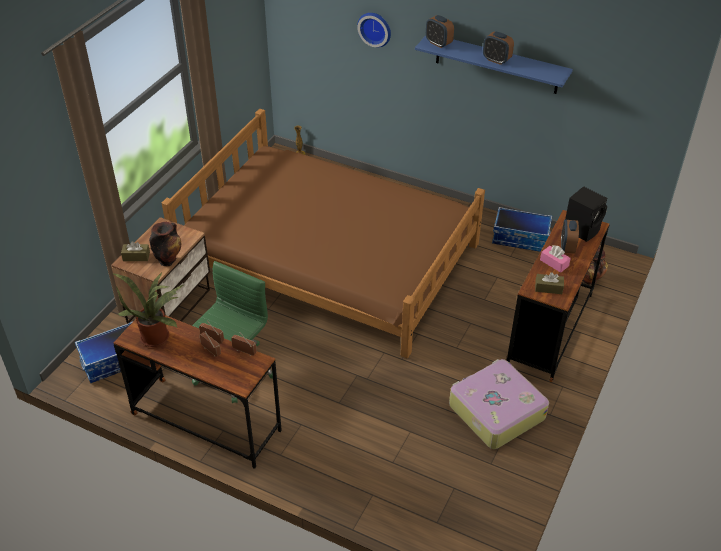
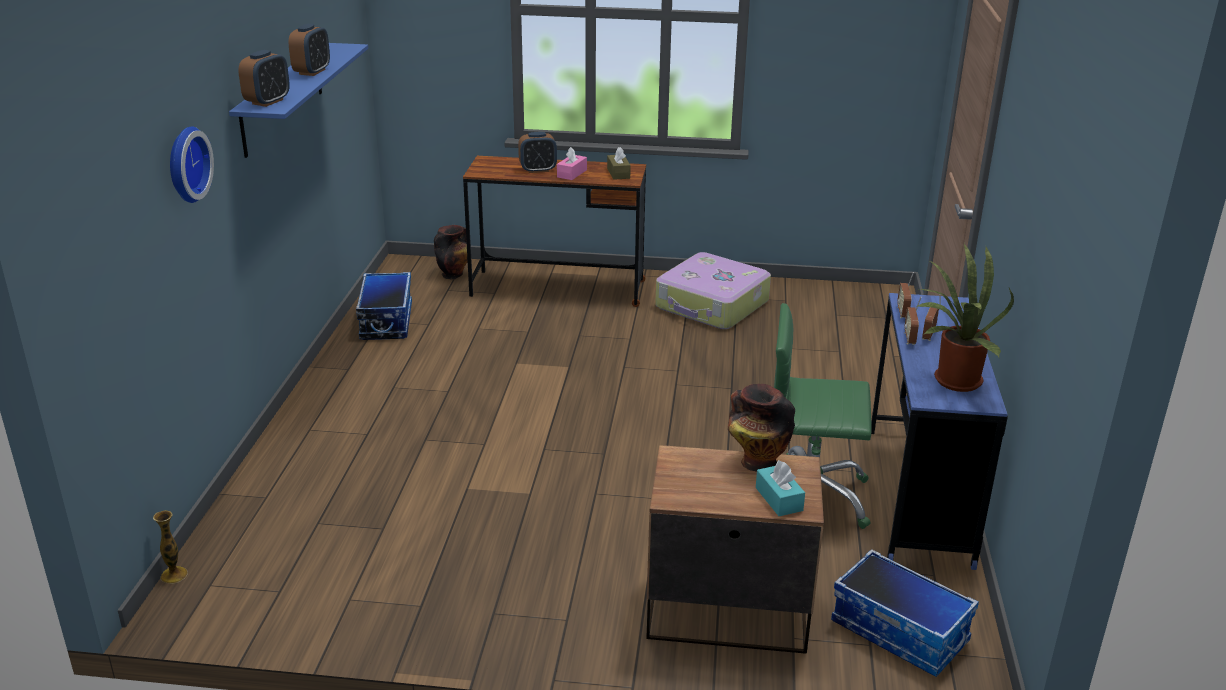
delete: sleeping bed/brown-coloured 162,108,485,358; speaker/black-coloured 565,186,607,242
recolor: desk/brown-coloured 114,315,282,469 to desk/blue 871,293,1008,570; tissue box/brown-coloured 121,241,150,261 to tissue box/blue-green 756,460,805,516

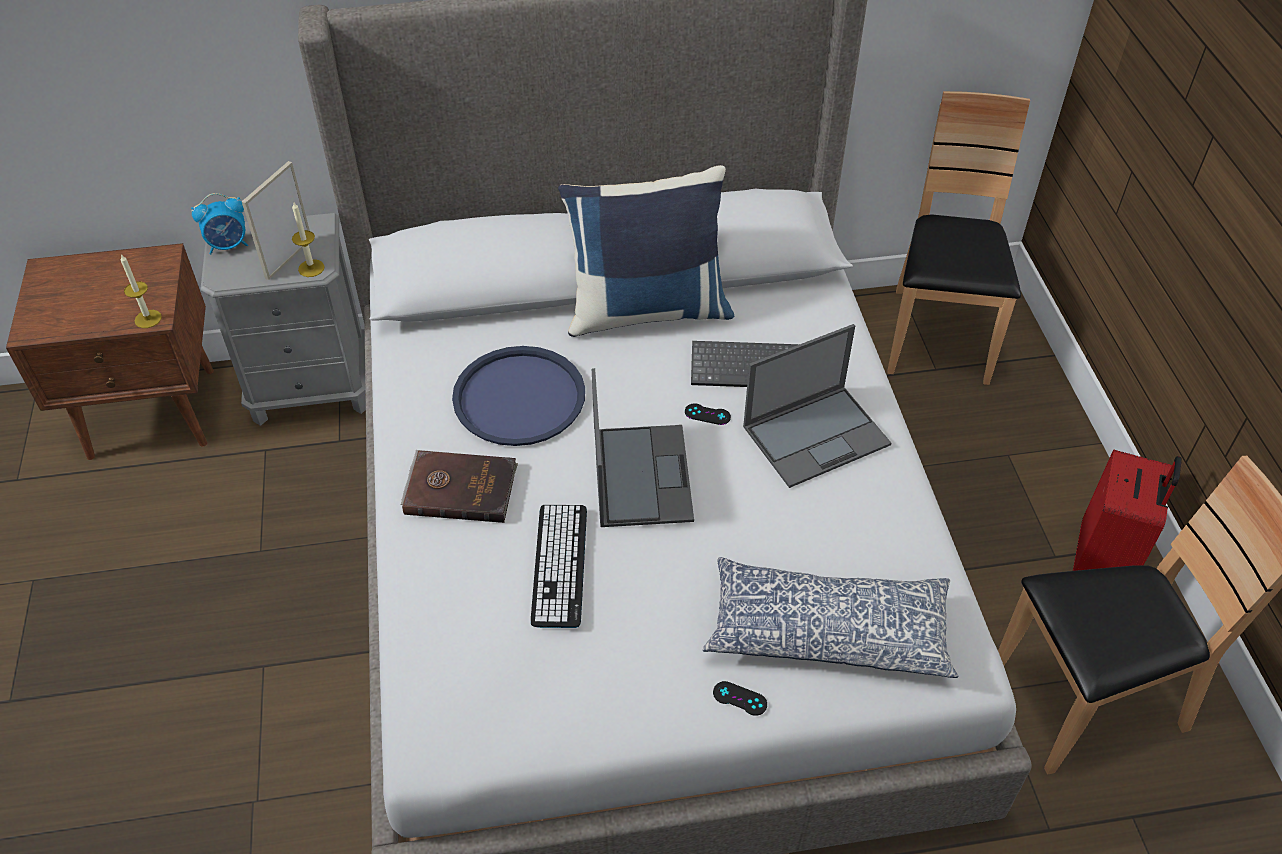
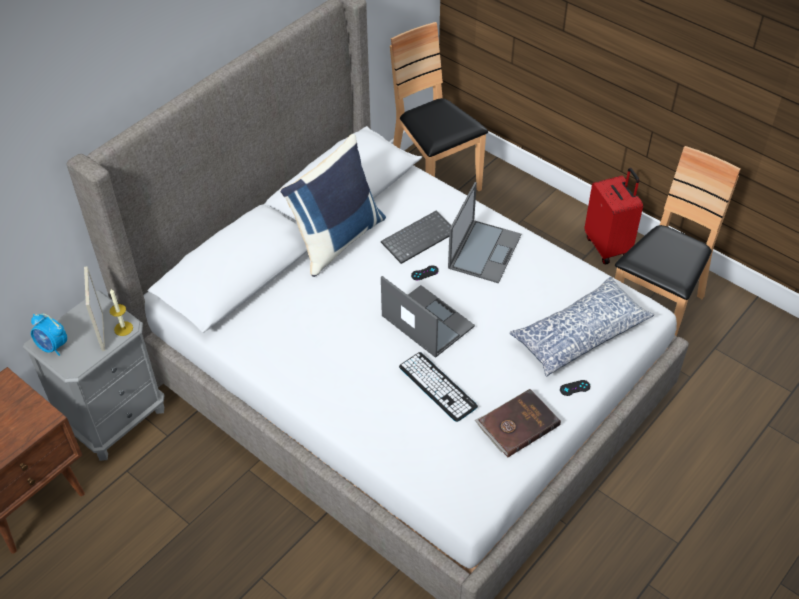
delete: wax candle 120,254,162,328; serving tray/blue 452,346,585,446
move: bound book/brown-coloured 401,450,518,523 to 475,389,561,458
rotate: alarm clock 191,193,248,255 = 31,314,67,356 90 degrees clockwise

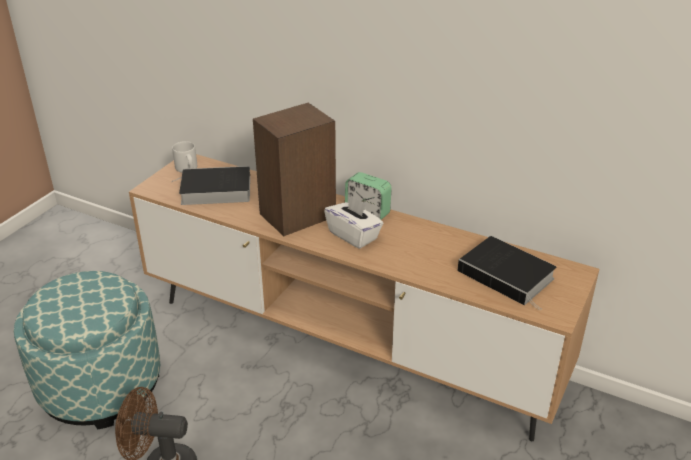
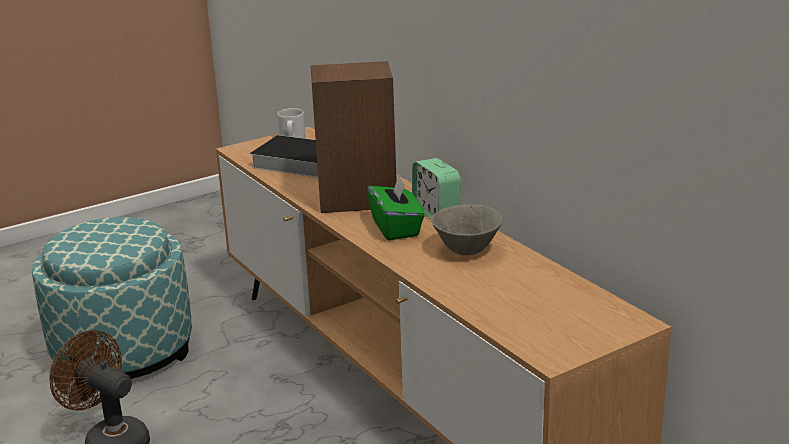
delete: bound book 457,236,557,311
insert: serving bowl/greyish 432,204,503,255
recolor: tissue box/white 324,195,383,249 to tissue box/greenish 367,175,425,240

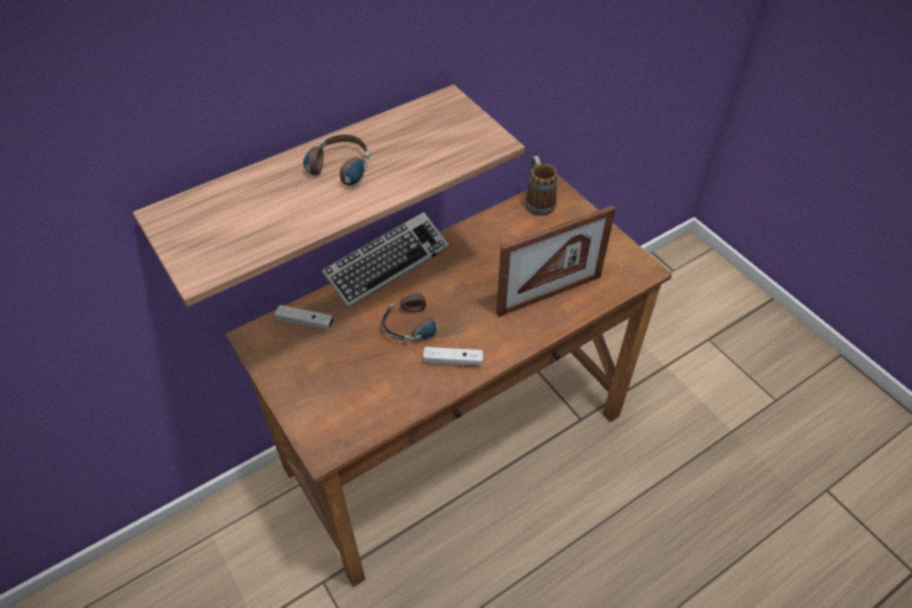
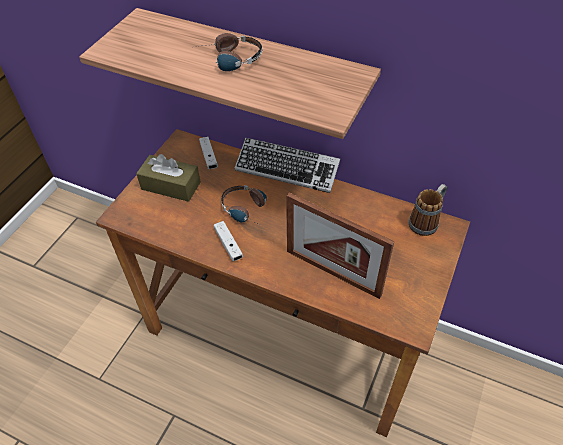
insert: tissue box/brown-coloured 136,154,201,202

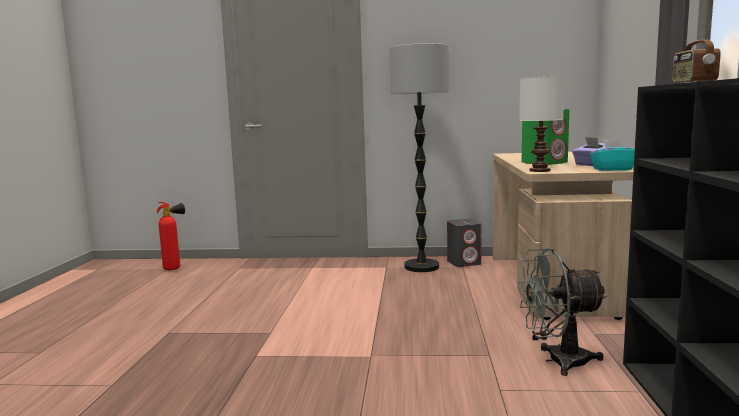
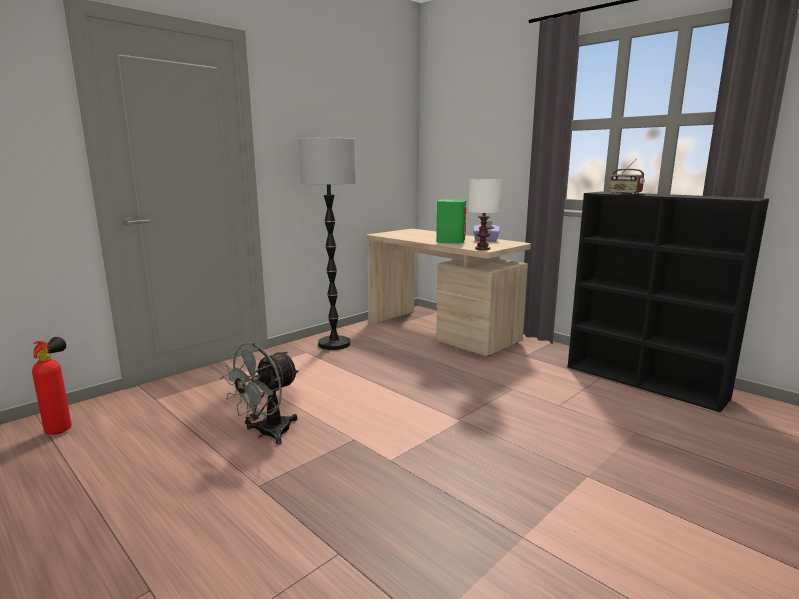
delete: speaker/greyish 447,219,481,267; tissue box/blue-green 590,139,635,171
move: fan/greyish 518,248,608,376 to 220,342,299,445

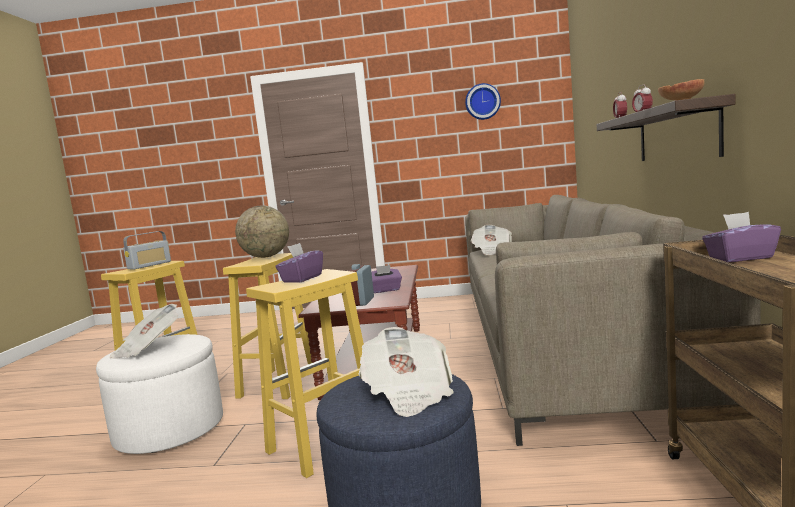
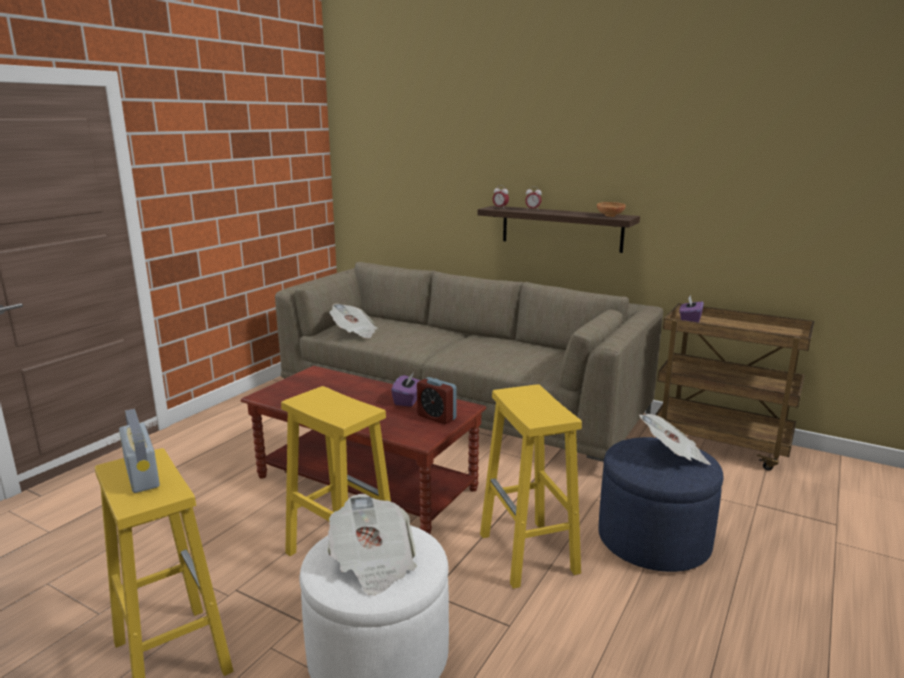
delete: world globe 235,205,289,258; tissue box/purple 276,243,323,283; wall clock 465,83,501,120

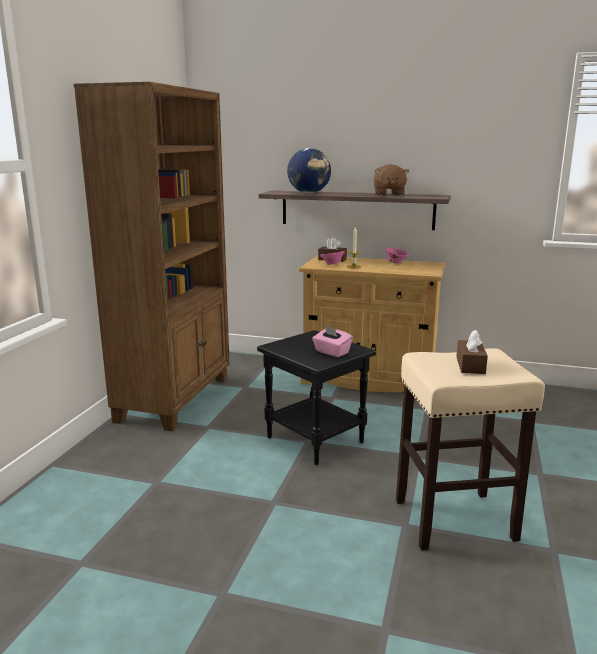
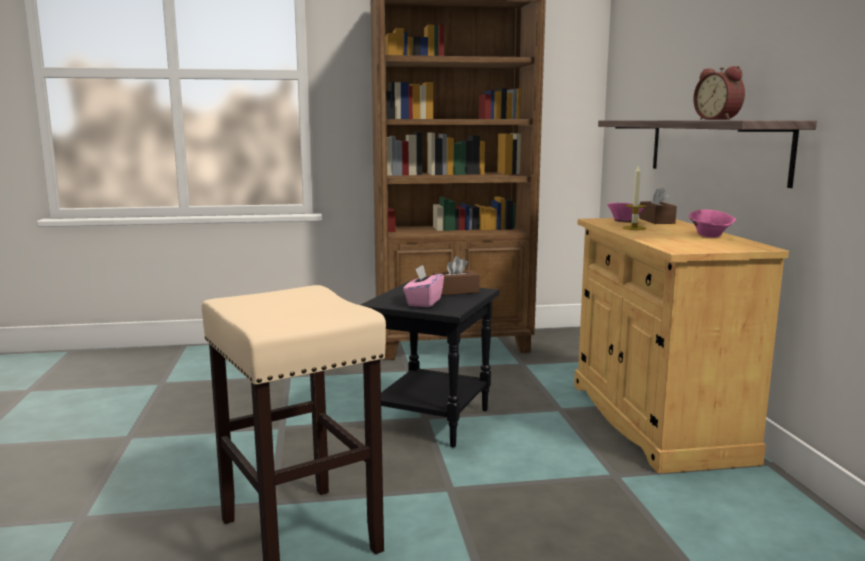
delete: world globe 287,148,331,194
move: tissue box/brown-coloured 456,330,488,374 to 433,256,480,295
replace: cuddly toy/brown-coloured 374,164,409,196 to alarm clock 693,66,745,120

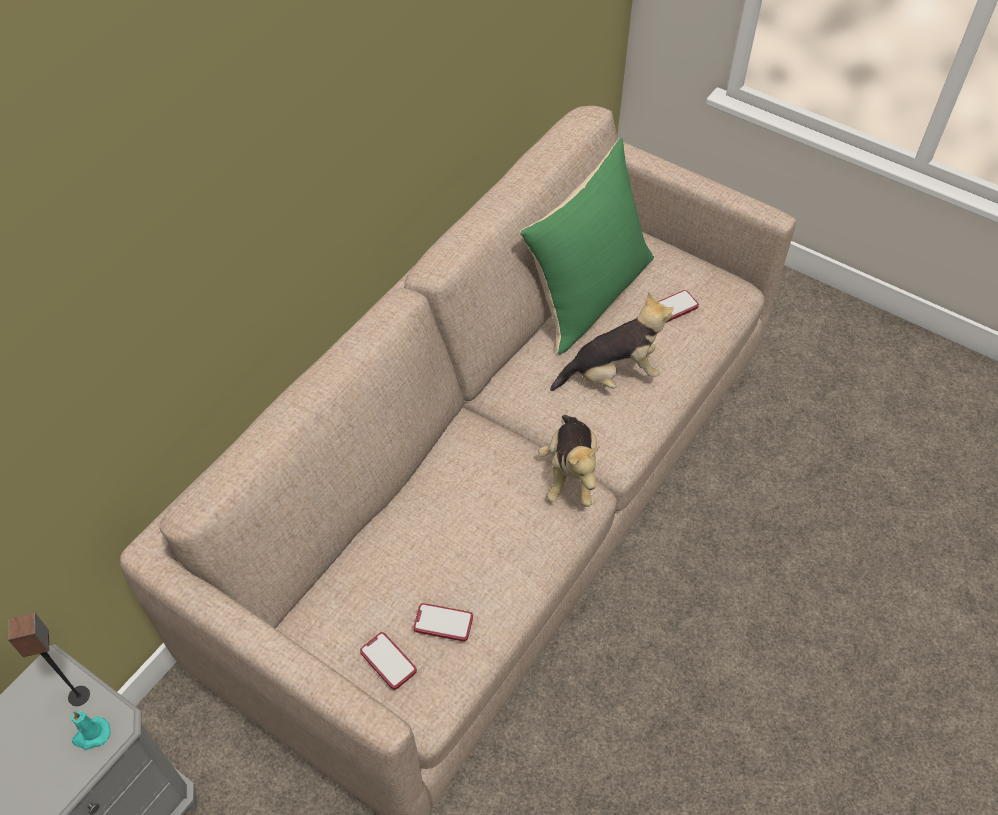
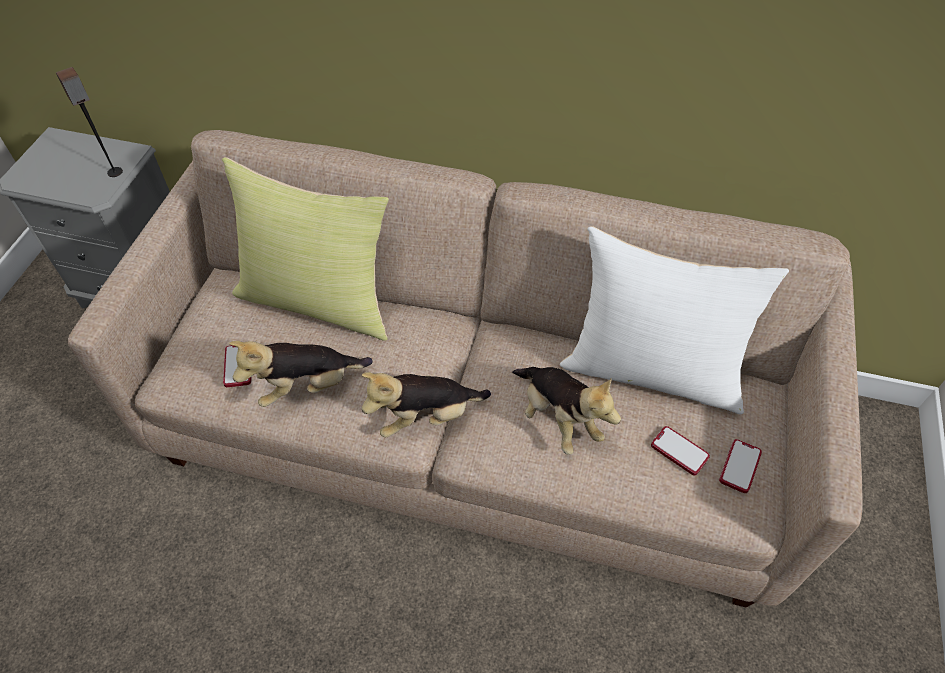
delete: wax candle/blue-green 71,711,110,750
insert: pillow/yellowish 222,157,389,341; cuddly toy 229,341,373,407
move: telephone 360,632,417,690 to 719,439,762,493
recolor: pillow/greenish 520,138,654,354 to pillow/white 560,226,789,415

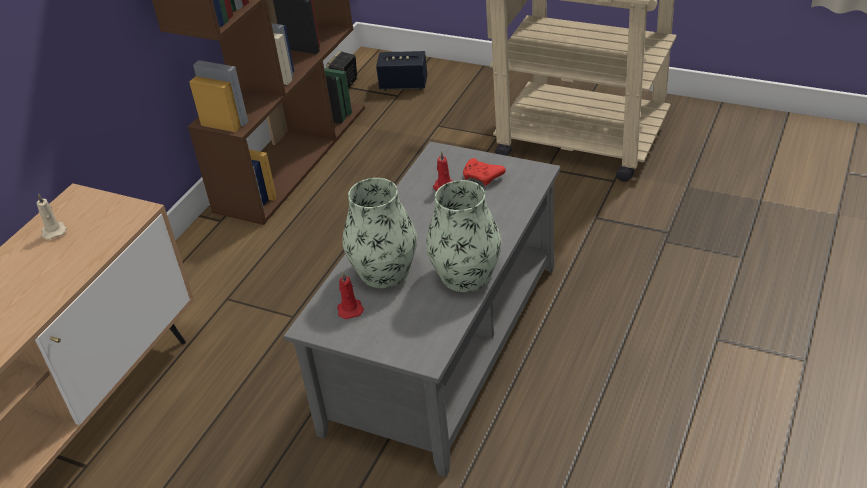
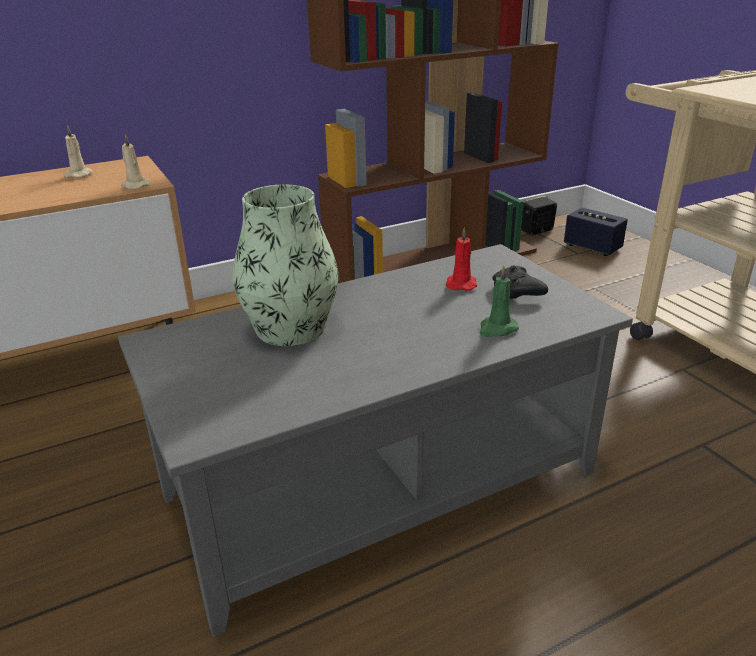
delete: wax candle/red 337,272,364,319; vase 426,180,502,292
insert: wax candle/beige-coloured 121,134,151,189; wax candle/greenish 480,266,519,337
recolor: game controller/red 463,158,506,186 to game controller/black-coloured 492,265,548,299

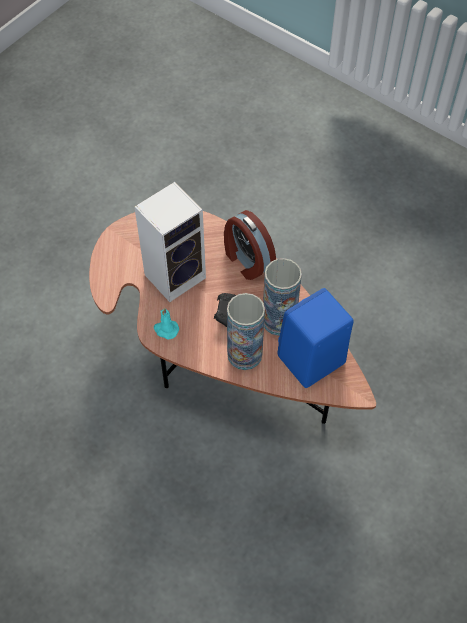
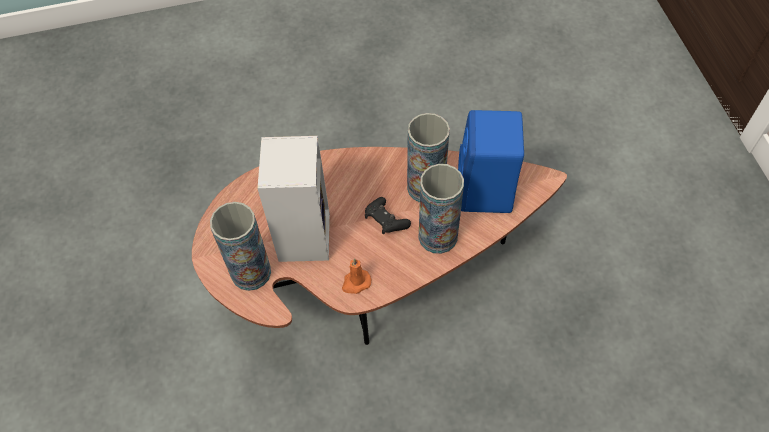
delete: alarm clock 224,210,276,280
insert: vase 210,202,271,291
recolor: wax candle/blue-green 154,308,179,340 to wax candle/orange-coloured 342,258,371,294

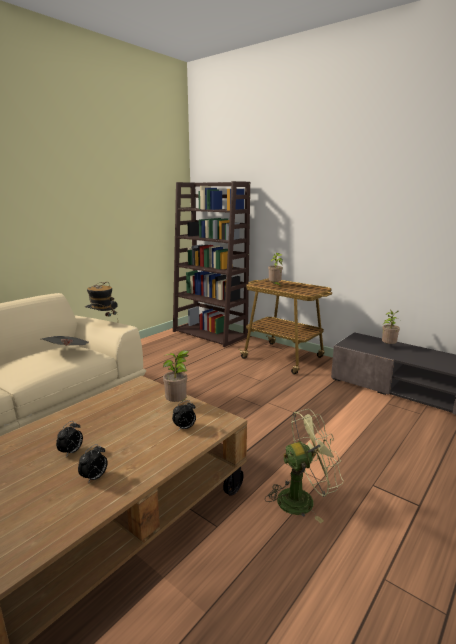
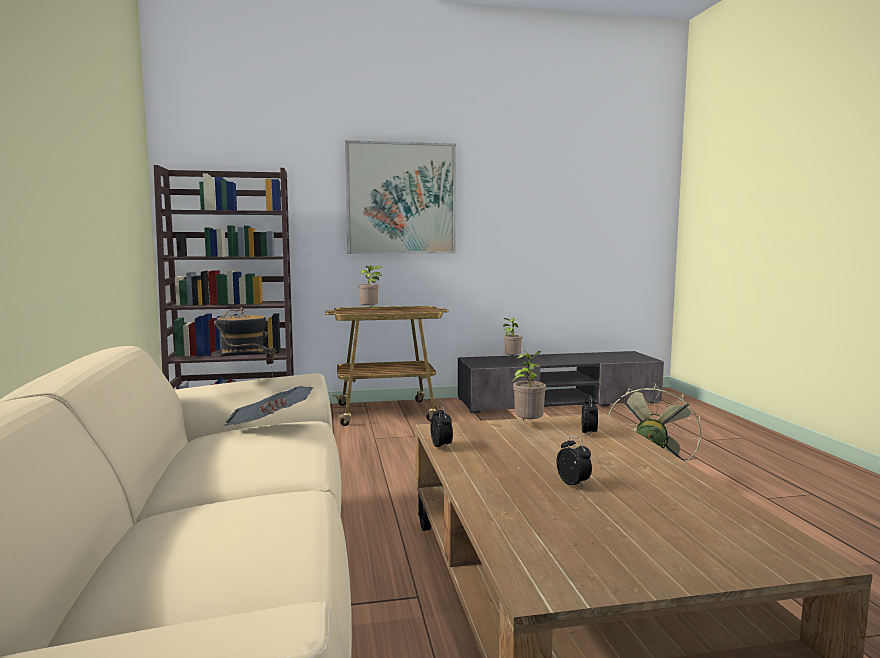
insert: wall art 345,140,456,254
move: alarm clock 78,444,108,484 to 431,405,453,448

